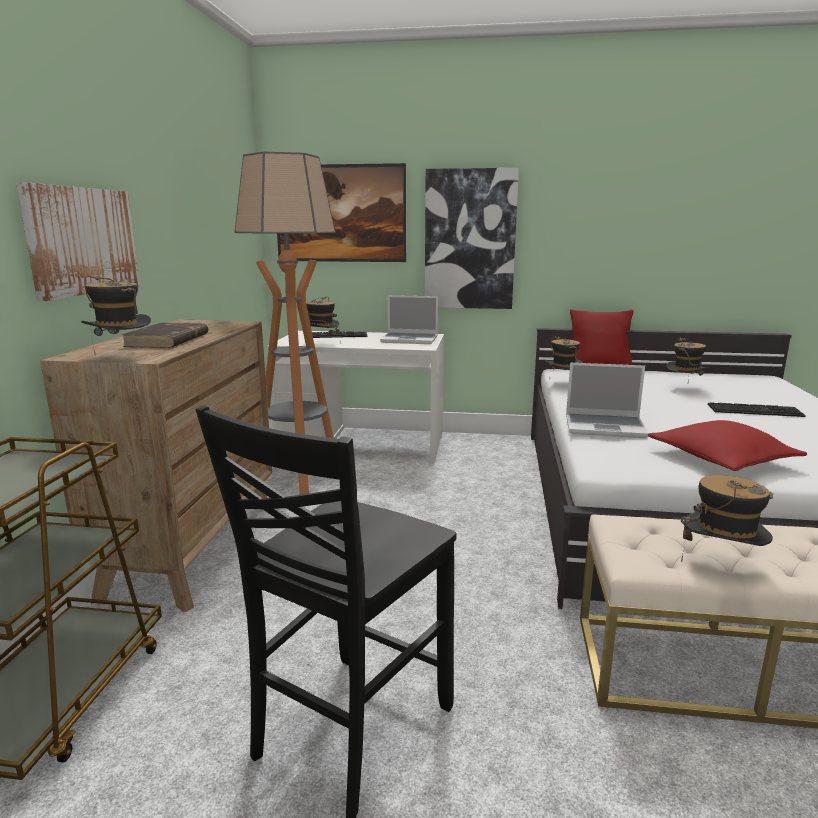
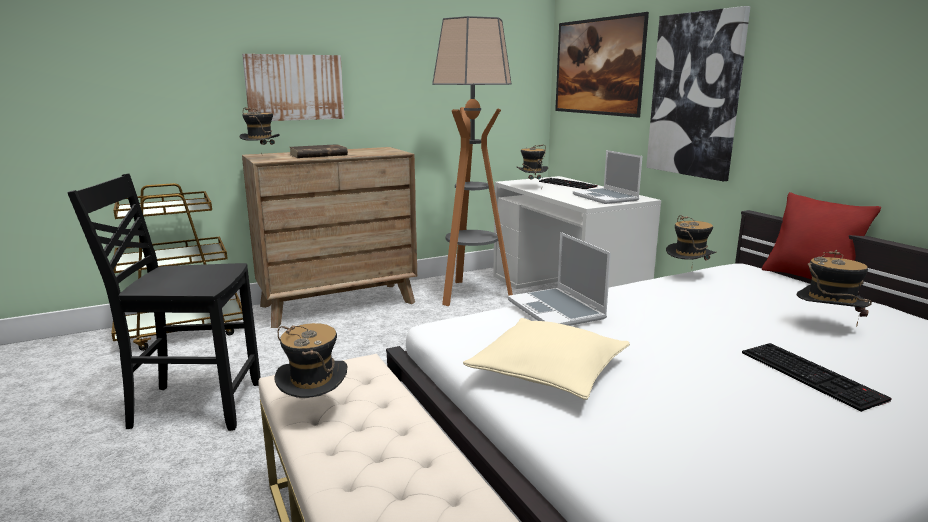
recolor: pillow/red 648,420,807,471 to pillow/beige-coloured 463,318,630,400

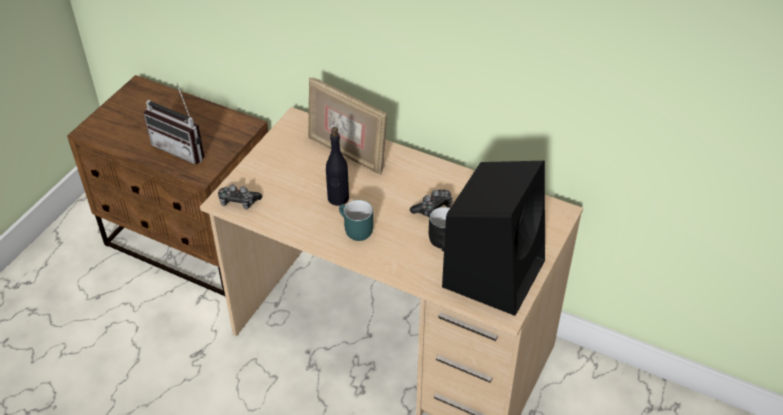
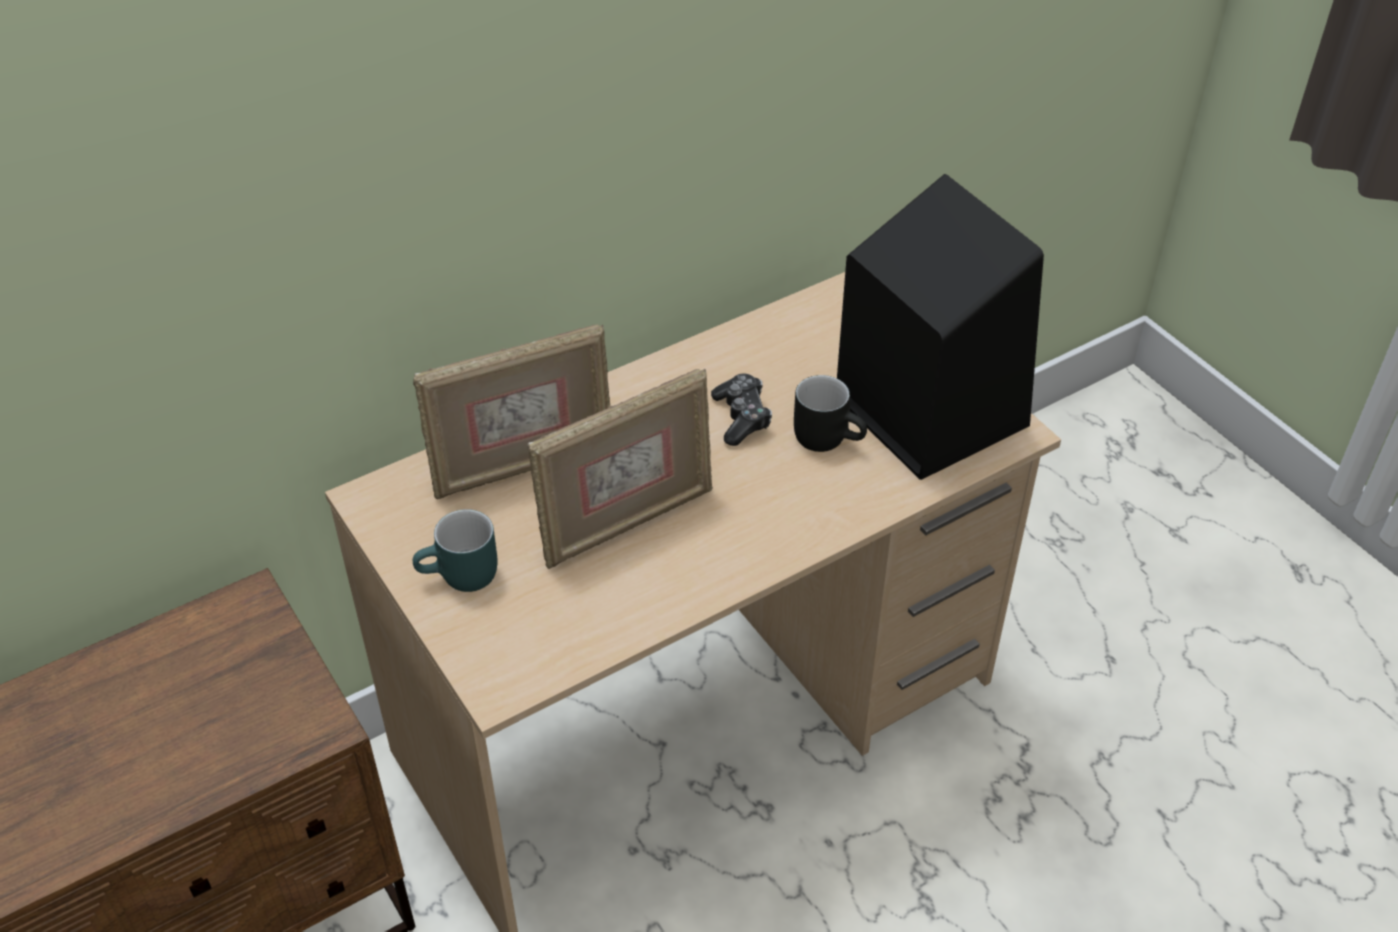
delete: radio set 144,83,205,164; game controller 218,185,262,210
move: coffee mug/blue-green 339,200,373,241 to 413,509,498,592
replace: beverage bottle/black-coloured 326,127,349,206 to standing frame 527,369,713,569

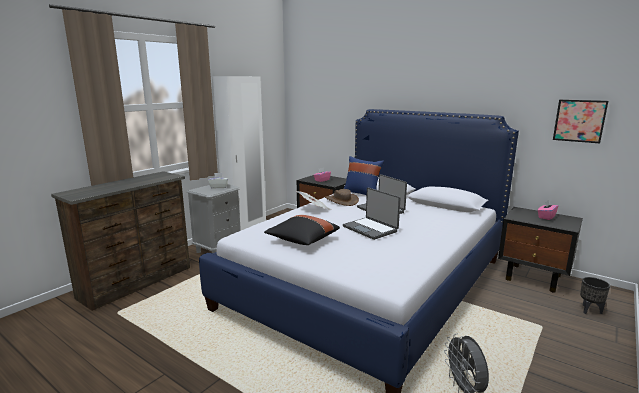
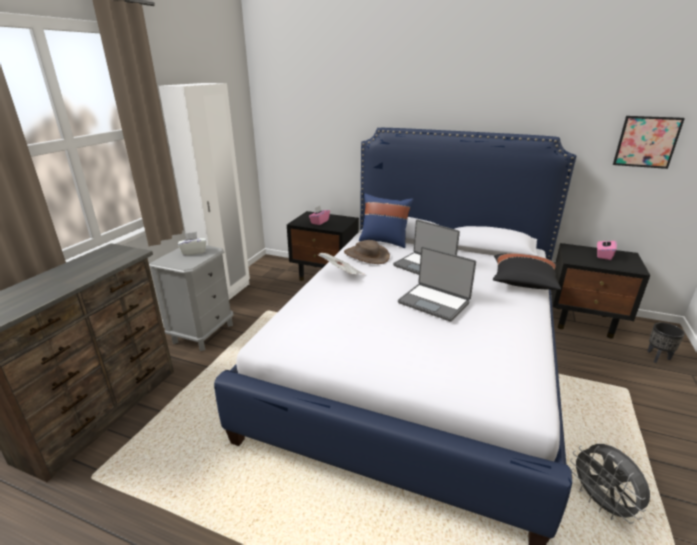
move: pillow/black-coloured 264,215,340,245 to 493,253,561,290

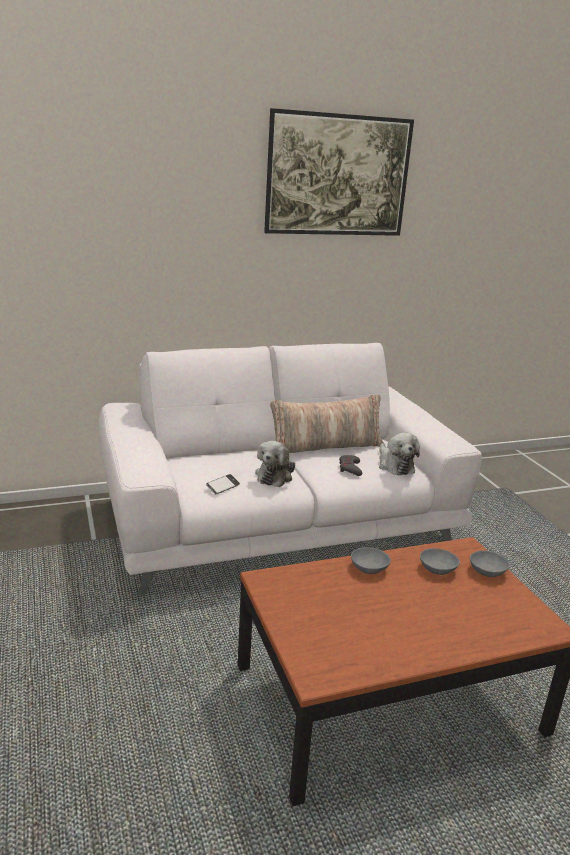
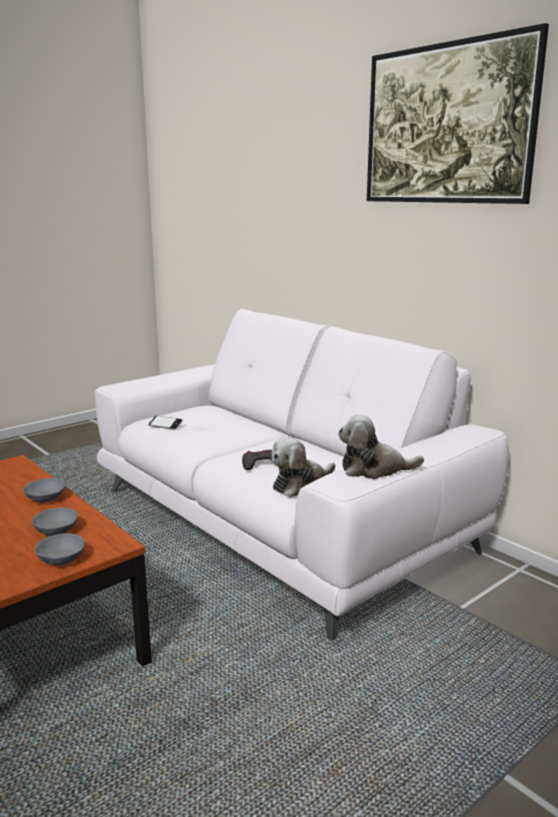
delete: pillow 270,394,384,453
move: cuddly toy 255,441,295,487 to 338,414,424,479

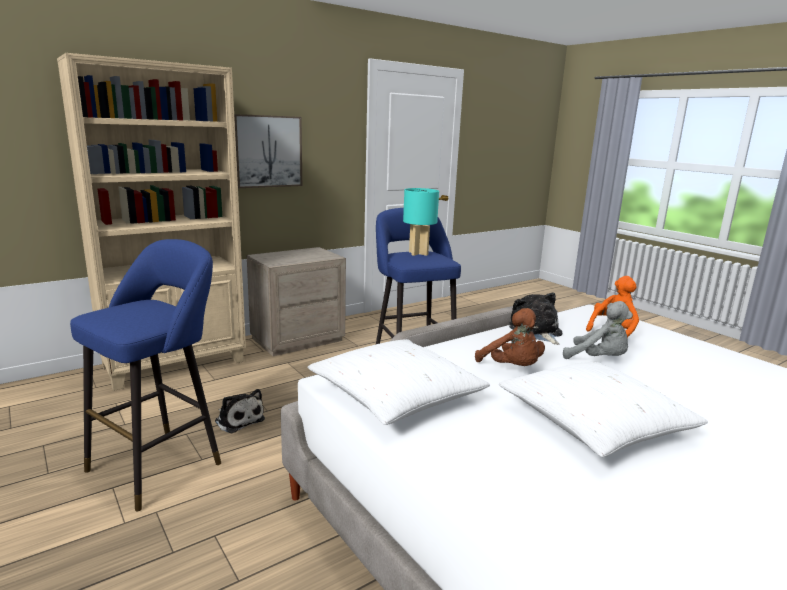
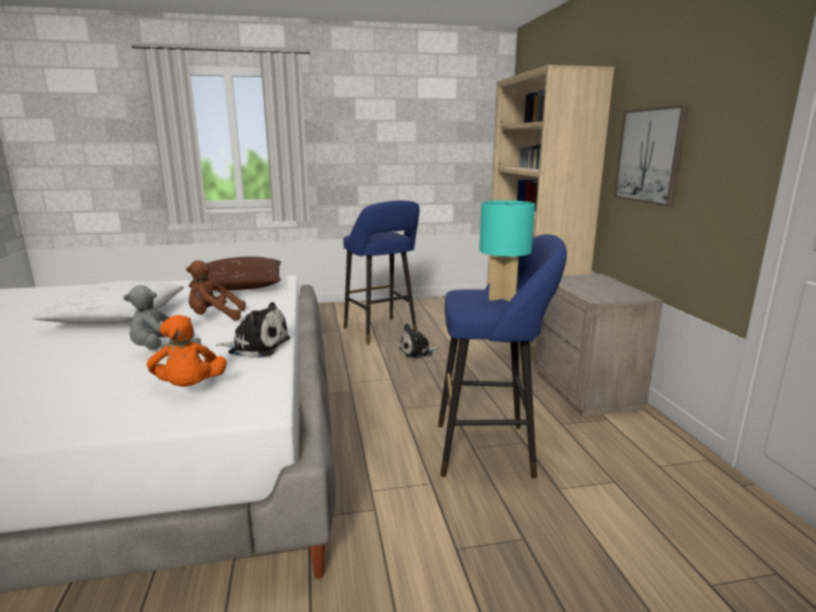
recolor: pillow/white 307,339,490,425 to pillow/brown-coloured 189,257,281,290

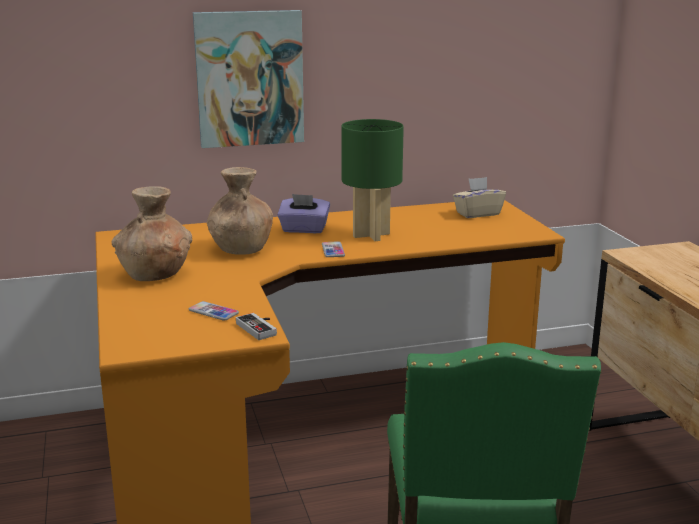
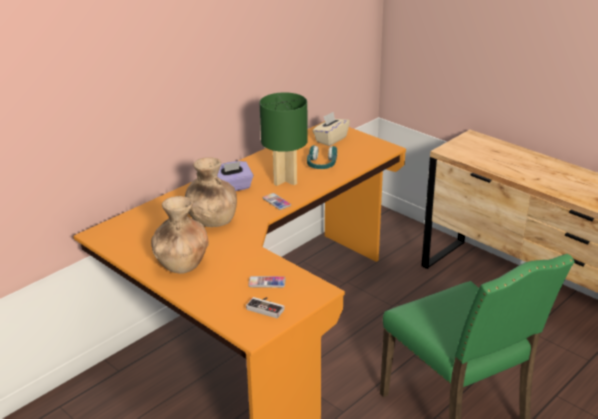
delete: wall art 193,10,304,148
insert: pair of headphones/blue-green 307,145,337,169
move: game controller 236,313,277,340 to 246,297,285,318

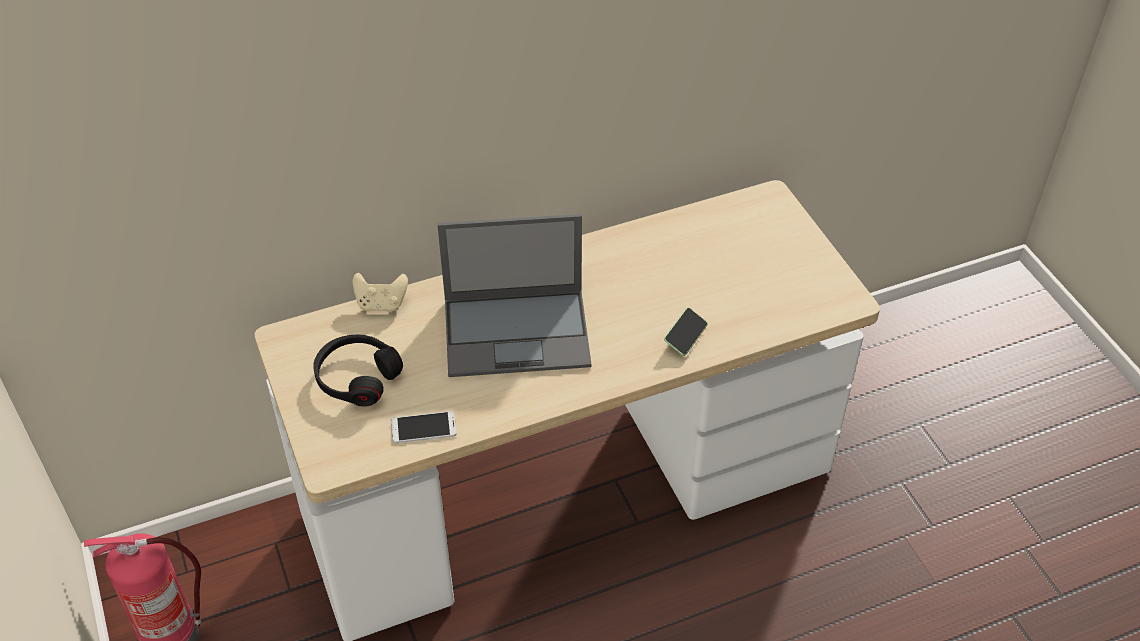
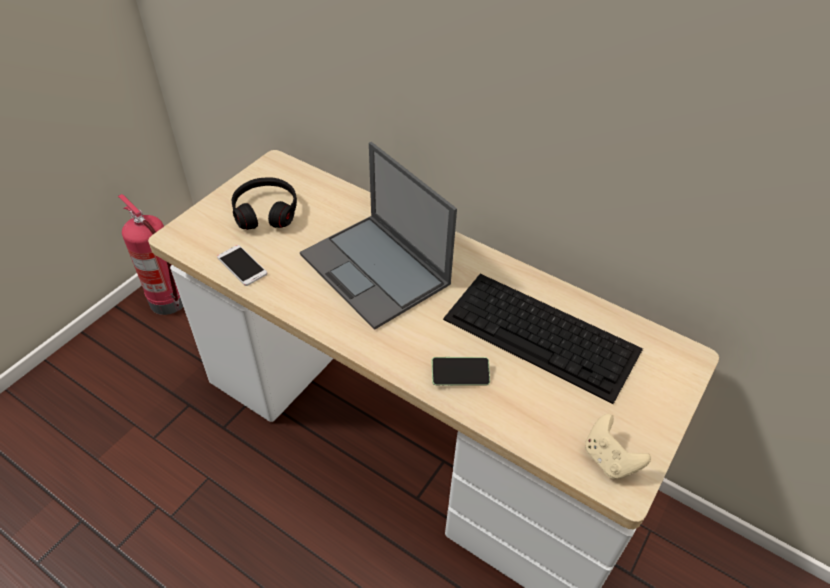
insert: keyboard 443,274,643,404
move: game controller/beige-coloured 352,273,408,312 to 585,414,651,479

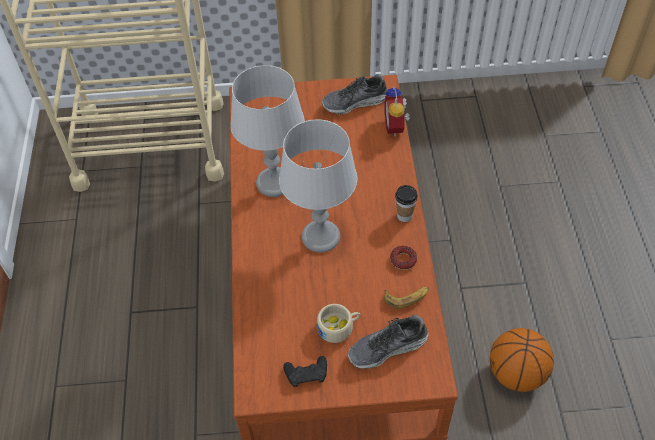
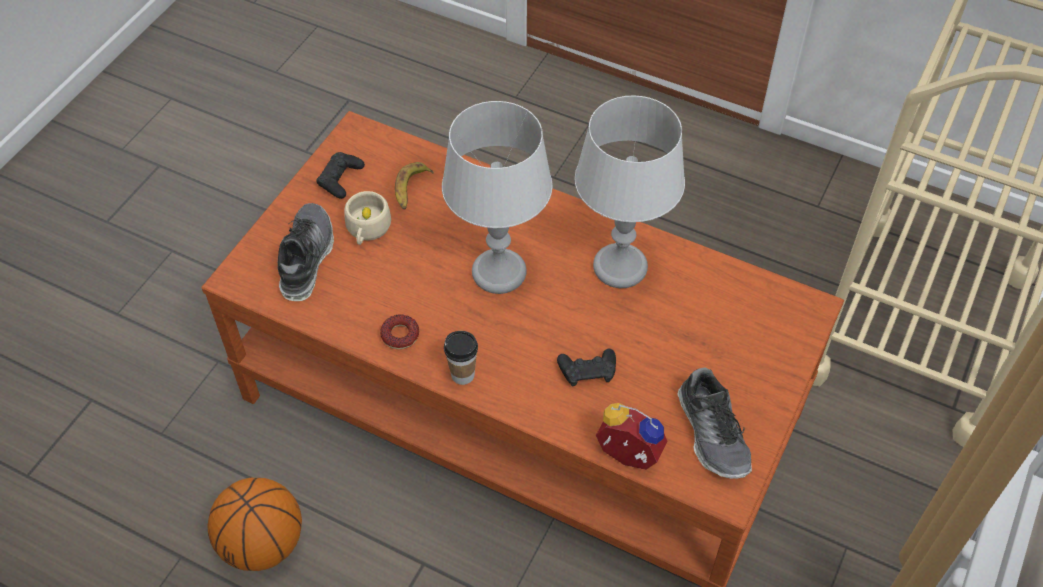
insert: game controller/black-coloured 557,349,616,386
move: banana 384,287,429,309 to 395,162,434,210
rotate: low shoe 322,74,388,115 = 678,368,752,479 150 degrees clockwise

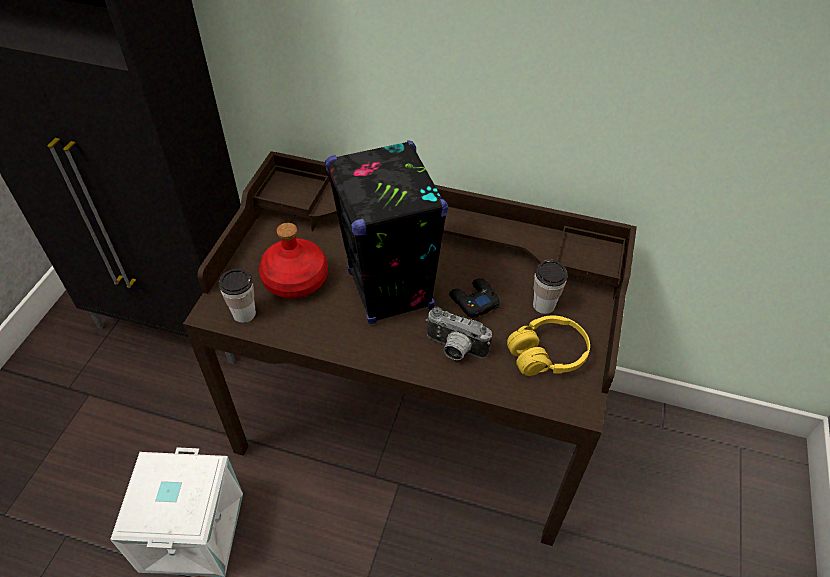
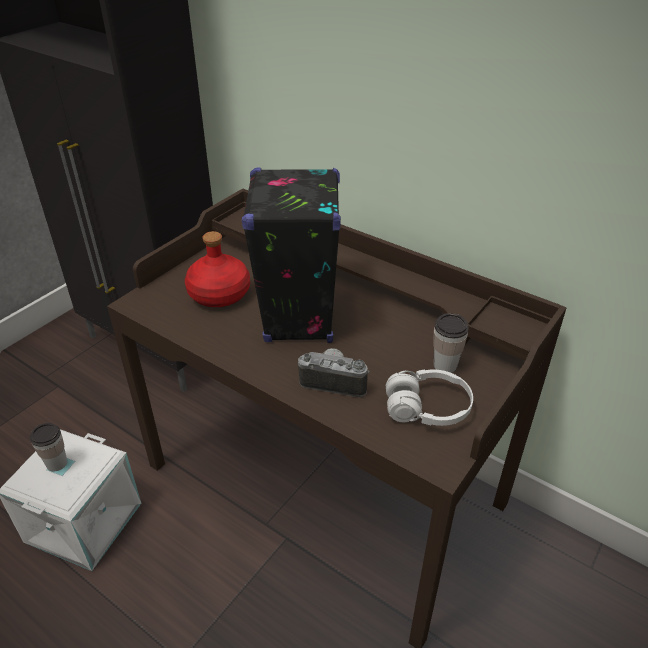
delete: game controller/black-coloured 449,278,500,318
move: cup 218,269,256,323 to 30,423,67,472
recolor: pair of headphones/yellowish 507,316,590,376 to pair of headphones/white 386,369,473,426
rotate: still camera 426,307,492,360 = 298,348,369,397 150 degrees clockwise

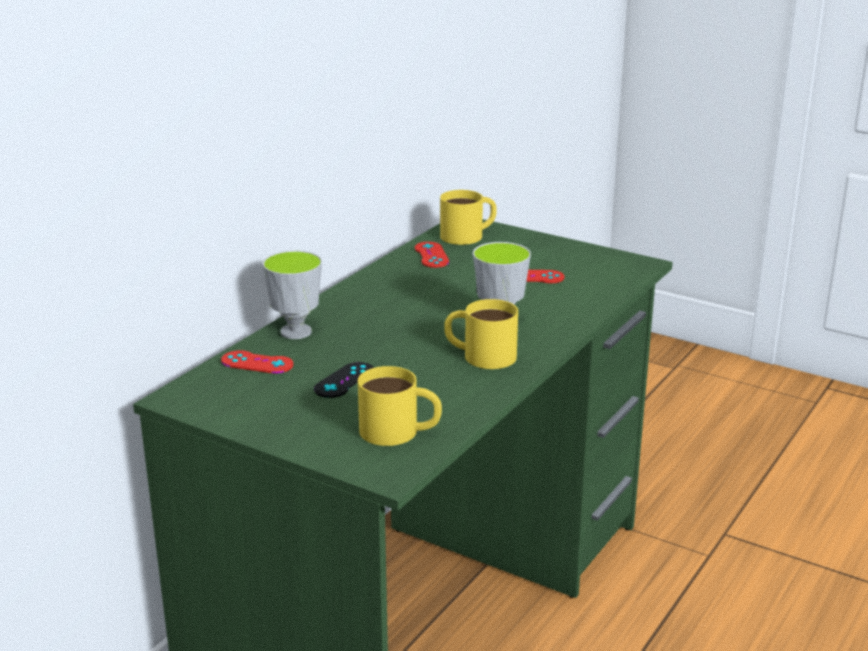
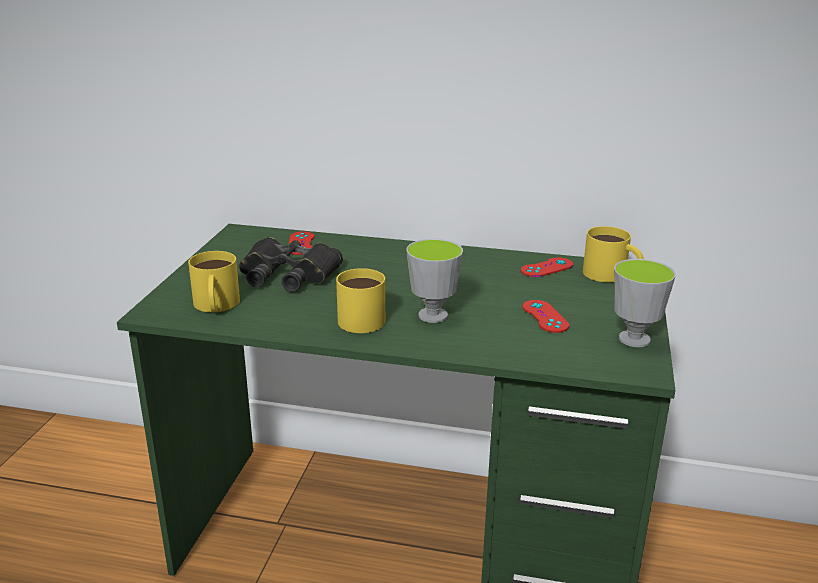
move: cup 263,250,322,339 to 614,259,676,347
replace: game controller/black-coloured 314,362,374,398 to pair of binoculars/black-coloured 239,237,343,292

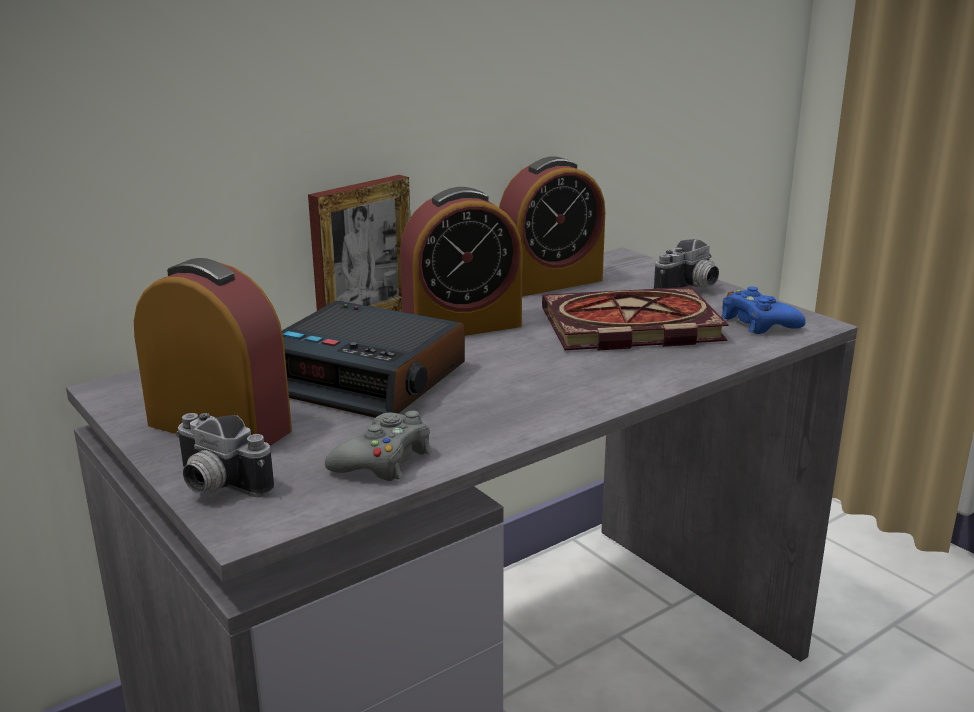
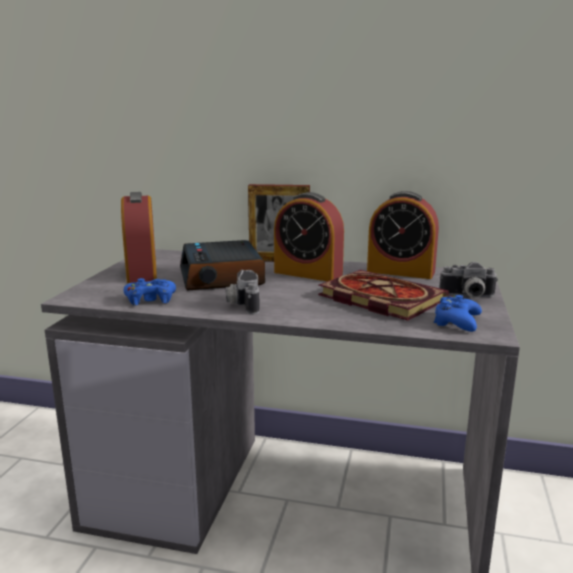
move: still camera 176,413,274,498 to 226,270,260,315
recolor: game controller/greyish 325,411,432,481 to game controller/blue 124,278,176,306

